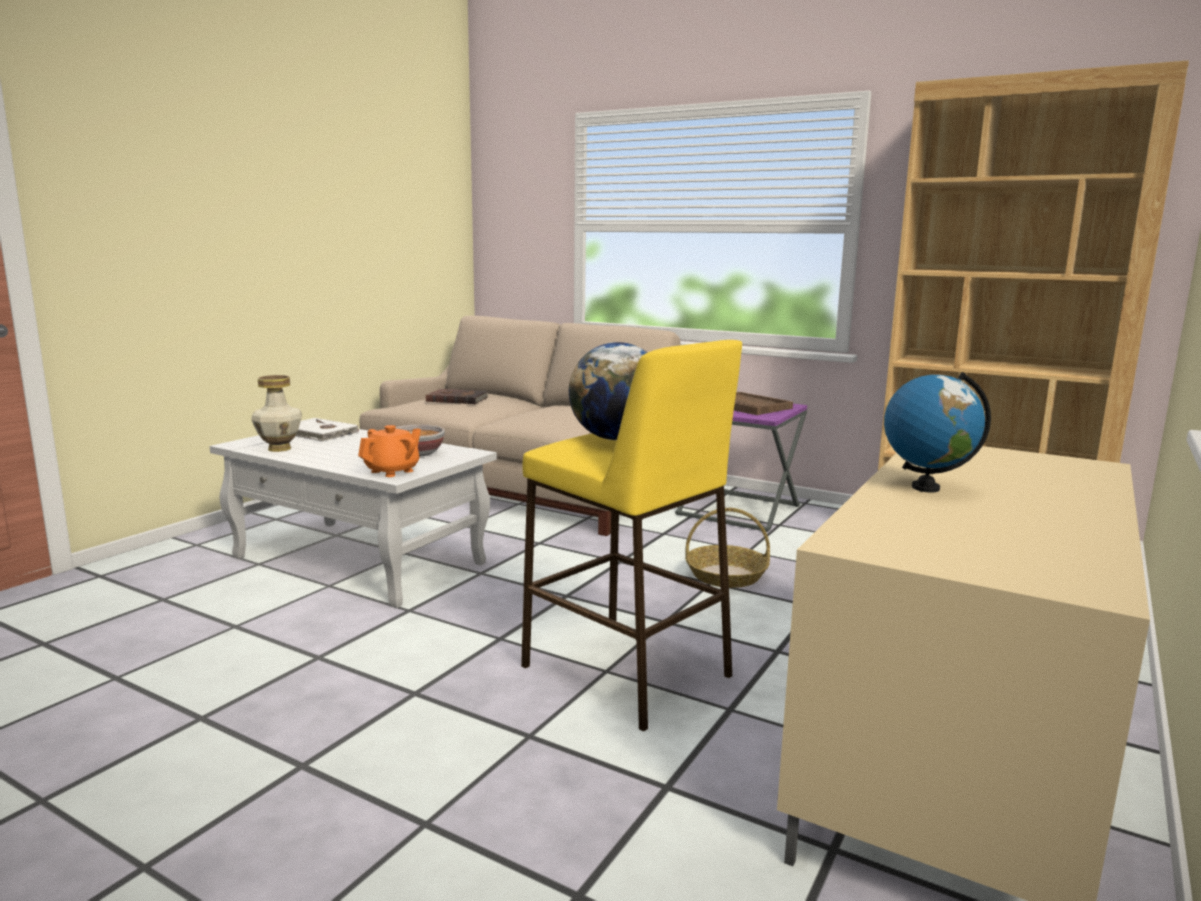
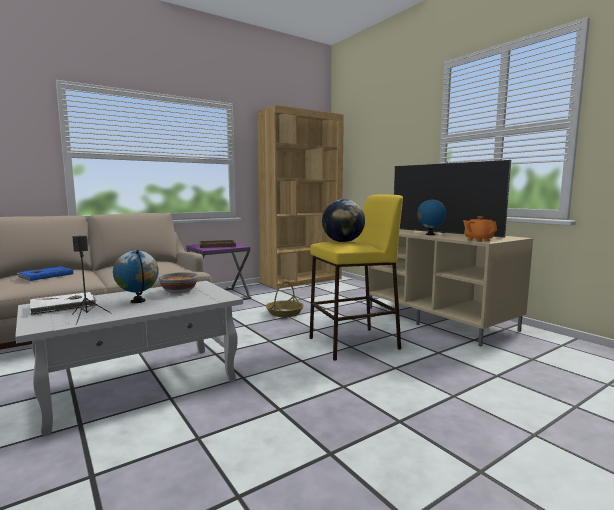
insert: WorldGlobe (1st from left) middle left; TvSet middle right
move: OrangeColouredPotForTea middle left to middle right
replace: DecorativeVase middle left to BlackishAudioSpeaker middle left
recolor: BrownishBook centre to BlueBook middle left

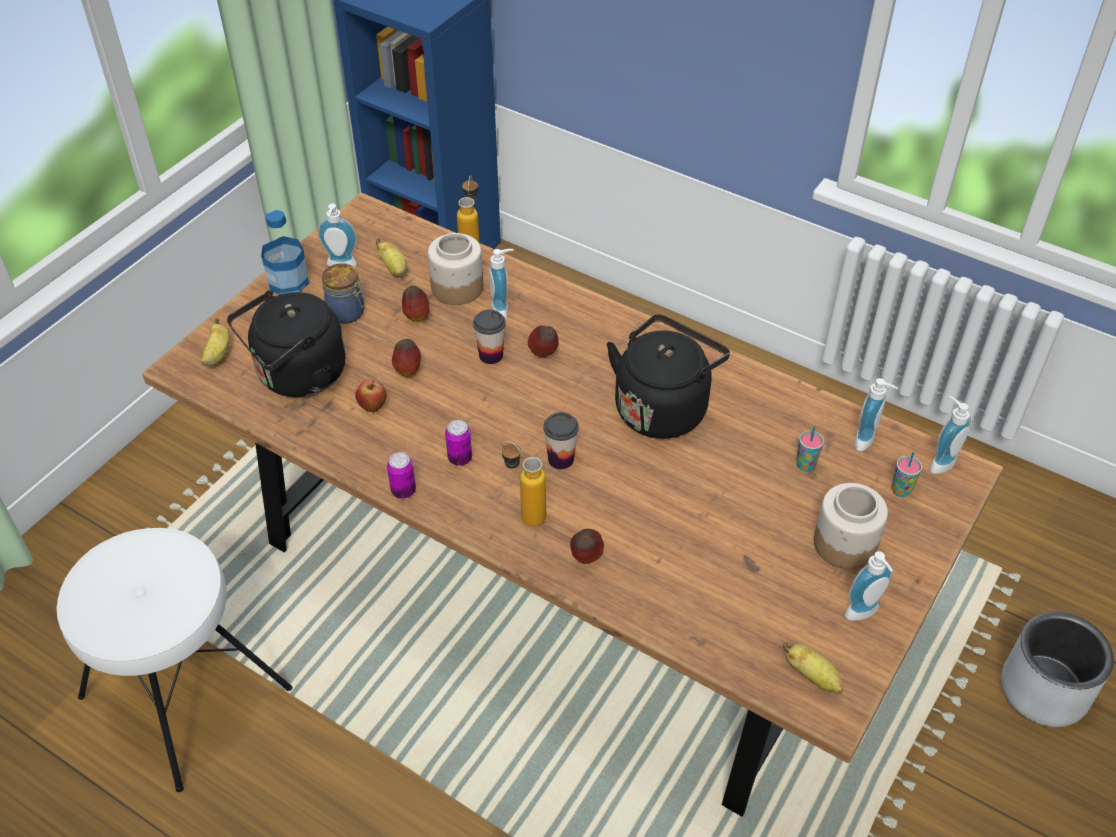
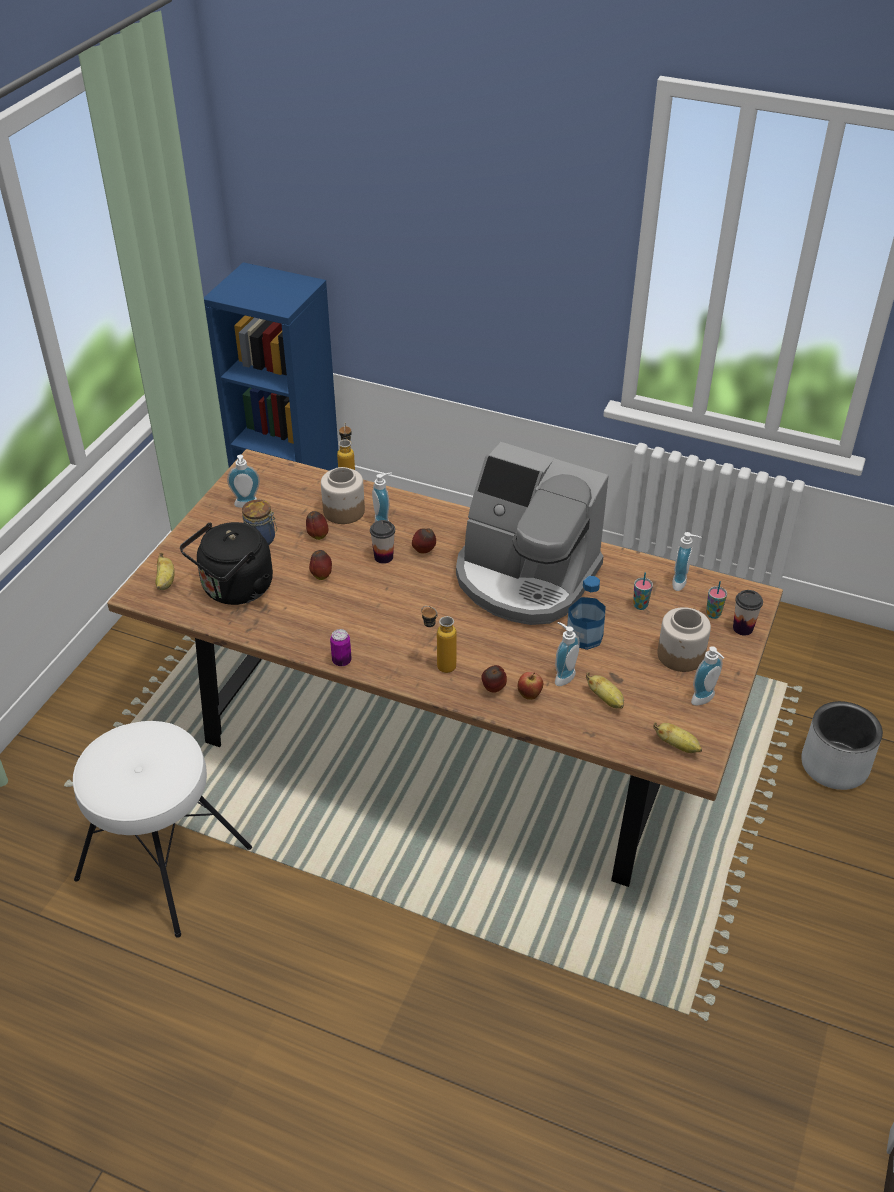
delete: MetalCan (2nd from left) centre
move: DrinkBottle (1st from left in the first image) top left to DrinkBottle (3rd from left) centre; Apple (1st from left in the first image) middle left to Apple (5th from left) centre; Banana (2nd from left) top centre to middle right; Cup (2nd from left in the first image) centre to Cup (4th from left) middle right; SoapDispenser (5th from left in the first image) middle right to SoapDispenser (3rd from left) centre
replace: BlackishWaterKettle (2nd from left) centre to CoffeeBrewer centre

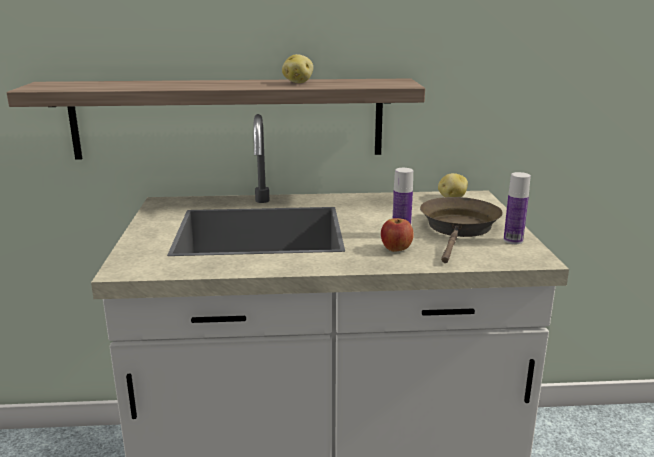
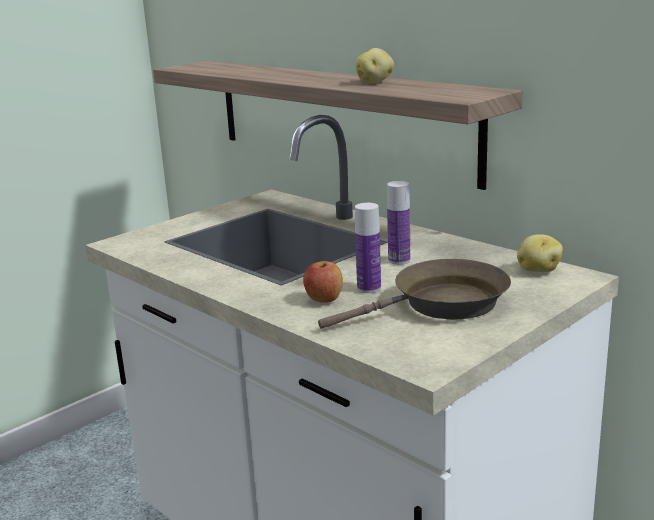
move: DrinkBottle (2nd from left) middle right to centre

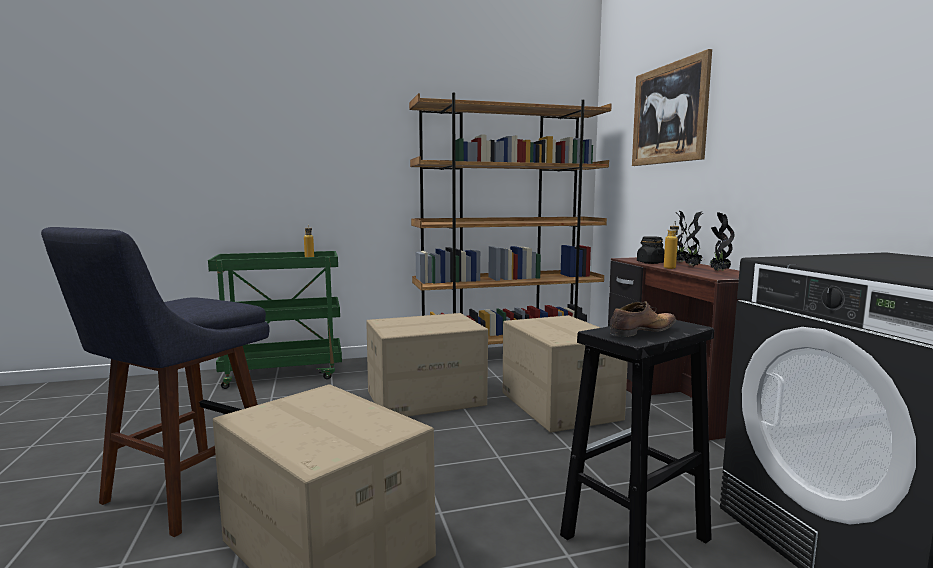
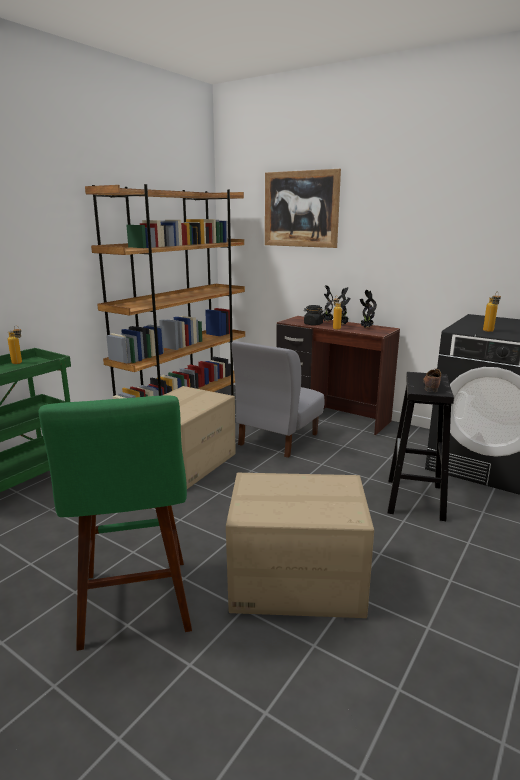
insert: DrinkBottle (3rd from left) middle right
replace: CardboardBox (3rd from left) centre to GreyishUprightChair centre
recolor: BlueStoolSeat bottom left to GreenColouredStoolSeat bottom left

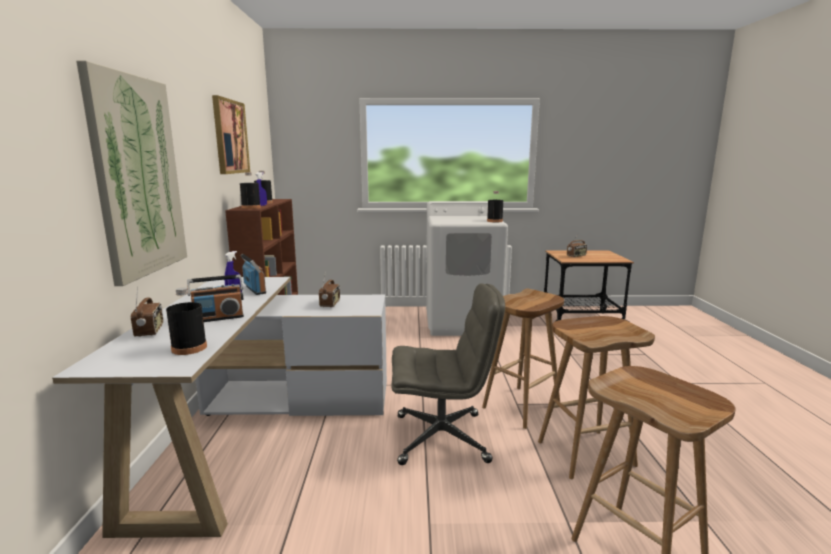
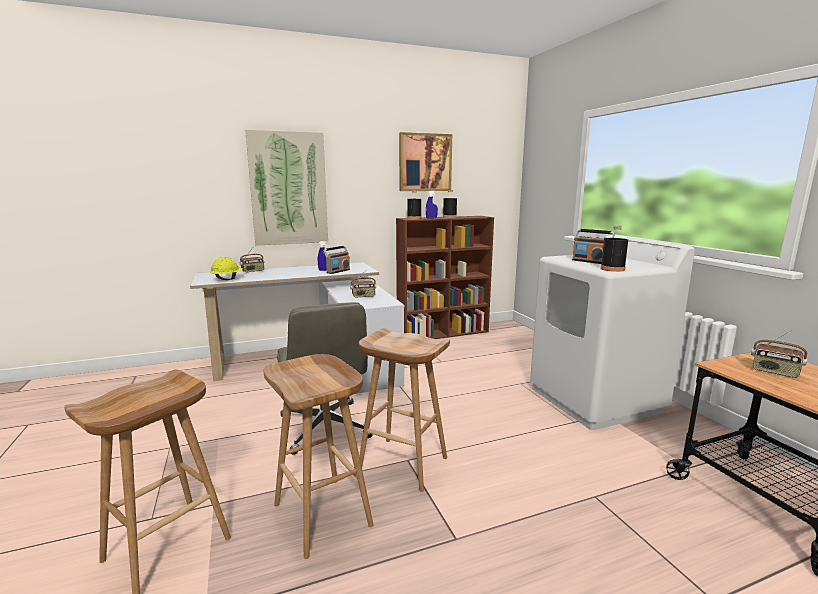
move: RadioReceiver (2nd from left in the first image) middle left to RadioReceiver (4th from left) middle right
replace: BlackishDrinkBottle (1st from left) middle left to YellowWorkHelmet middle left

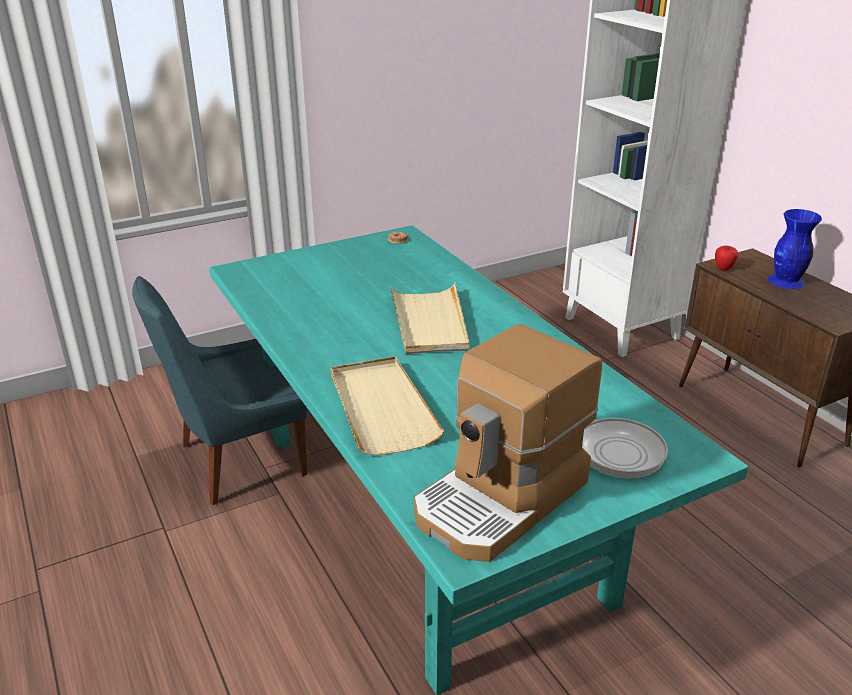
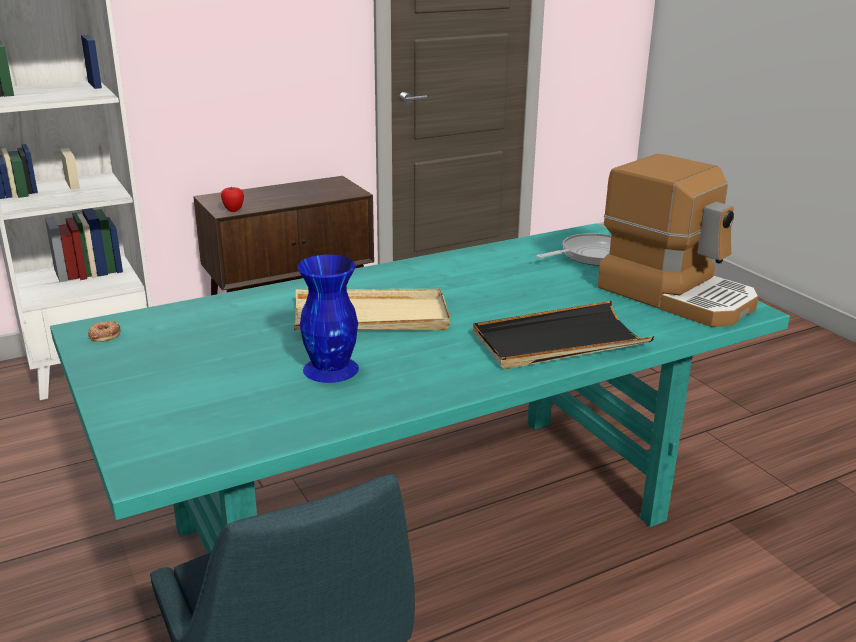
move: BlueDecorativeVase middle right to centre
recolor: BeigeColouredTray (1st from left) centre to BlackishTray centre

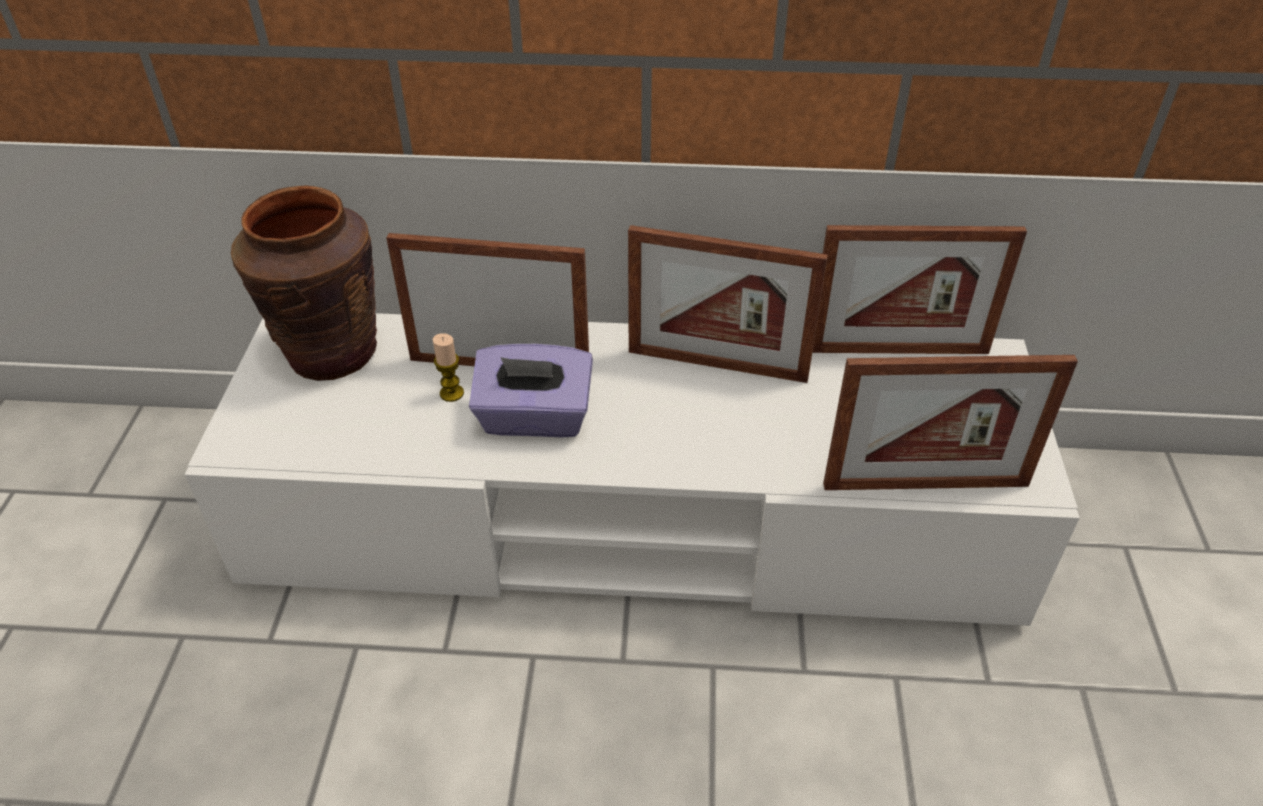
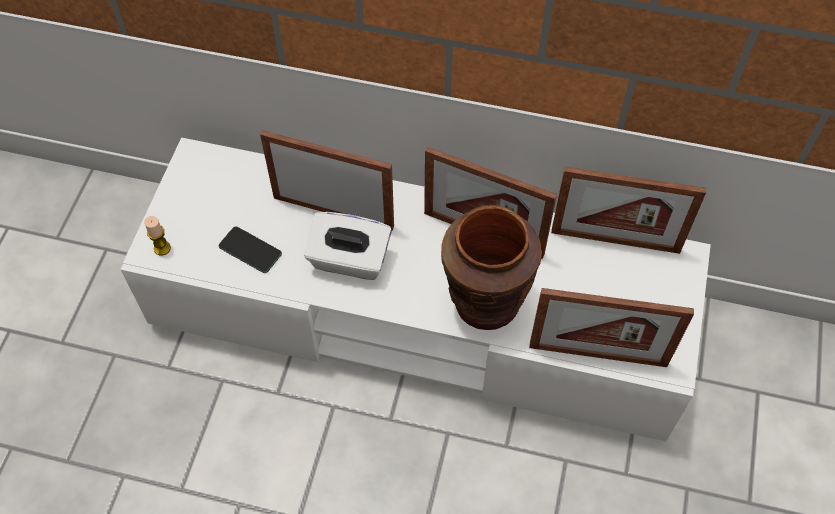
insert: Phone middle left
move: BrownishDecorativeVase middle left to centre; WaxLight centre to middle left
recolor: PurpleTissueHolder centre to WhitishTissueHolder centre

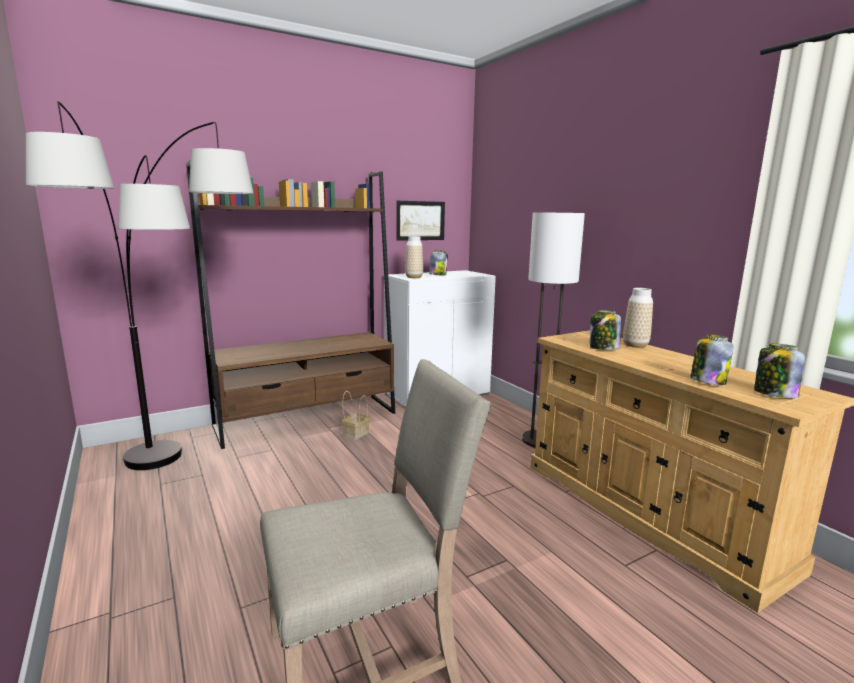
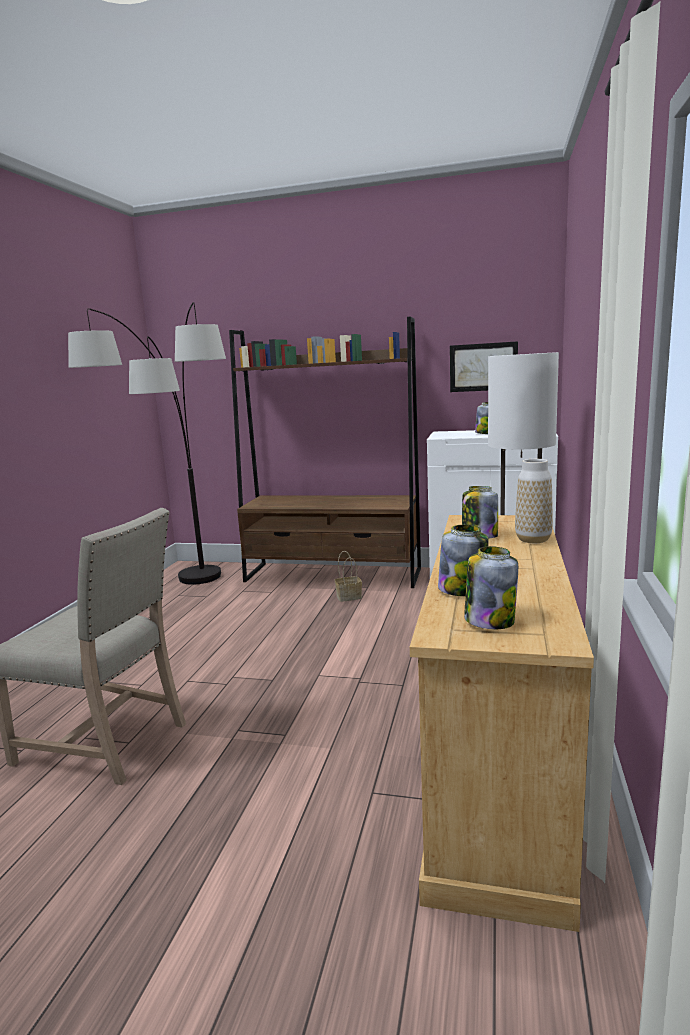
delete: DecorativeVase (1st from left) centre

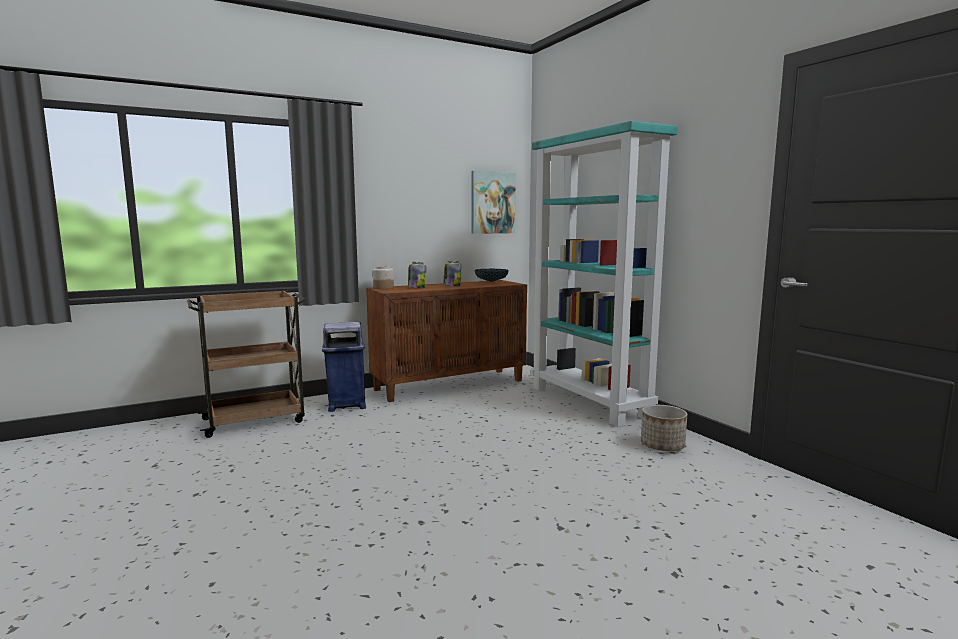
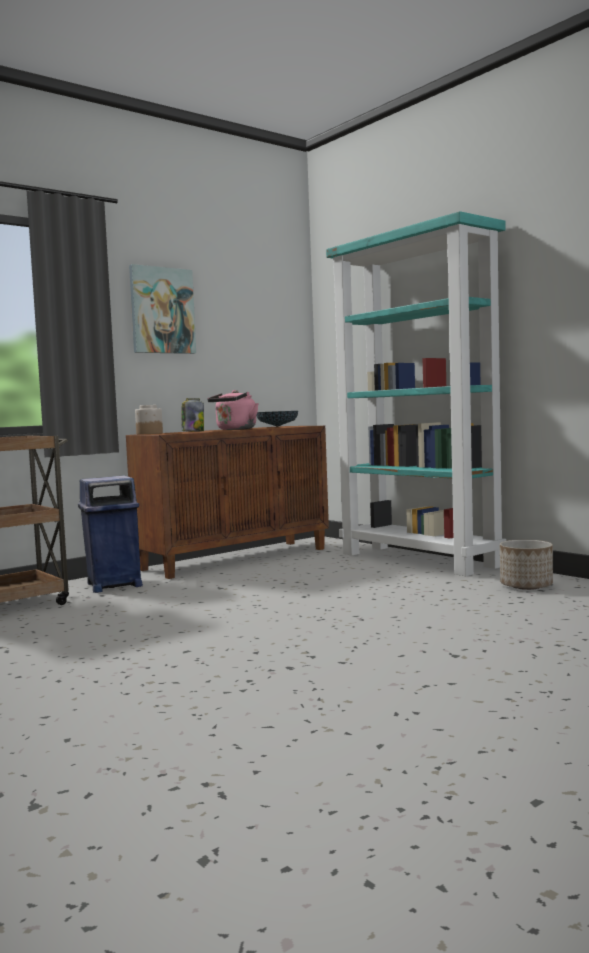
move: Picture top centre to top left
replace: PreserveJar (3rd from left) centre to PinkishWaterKettle centre

